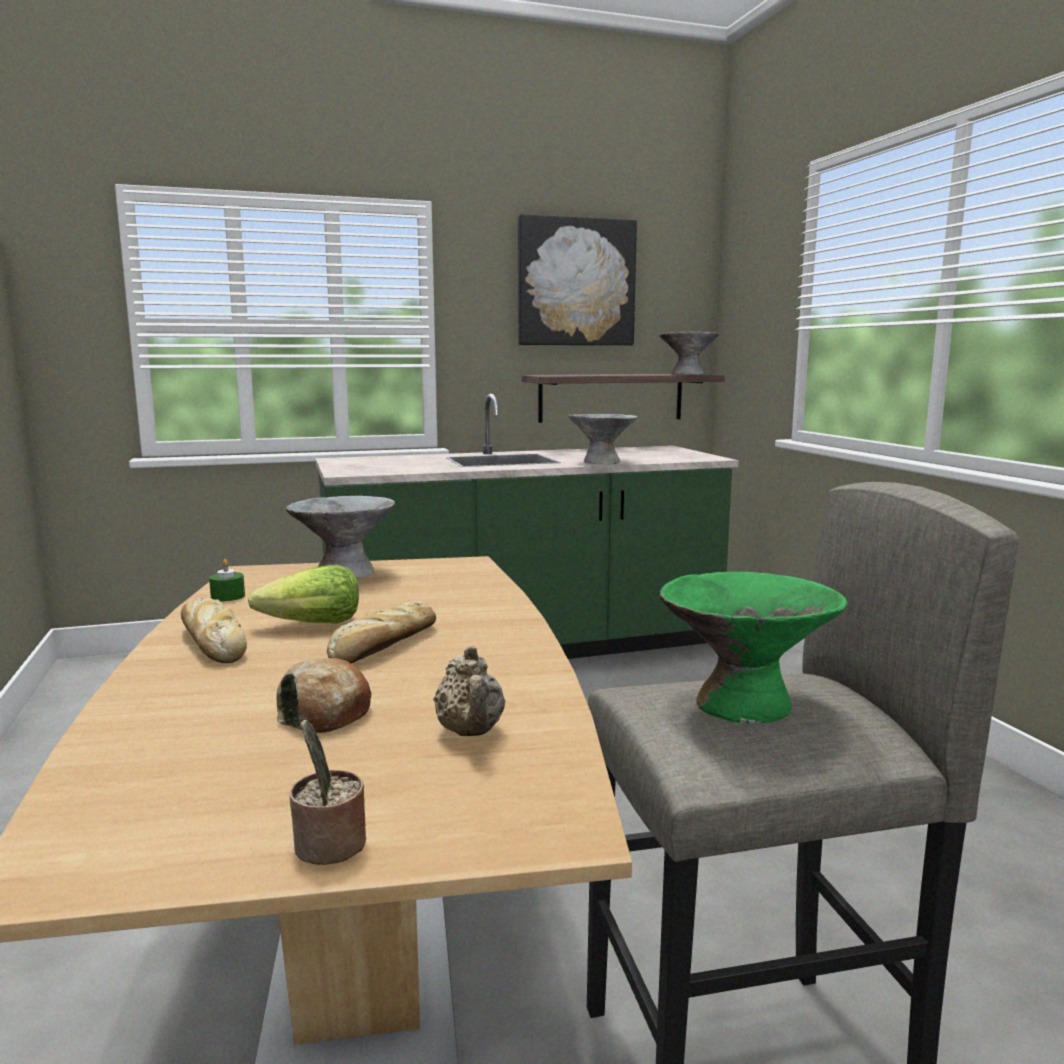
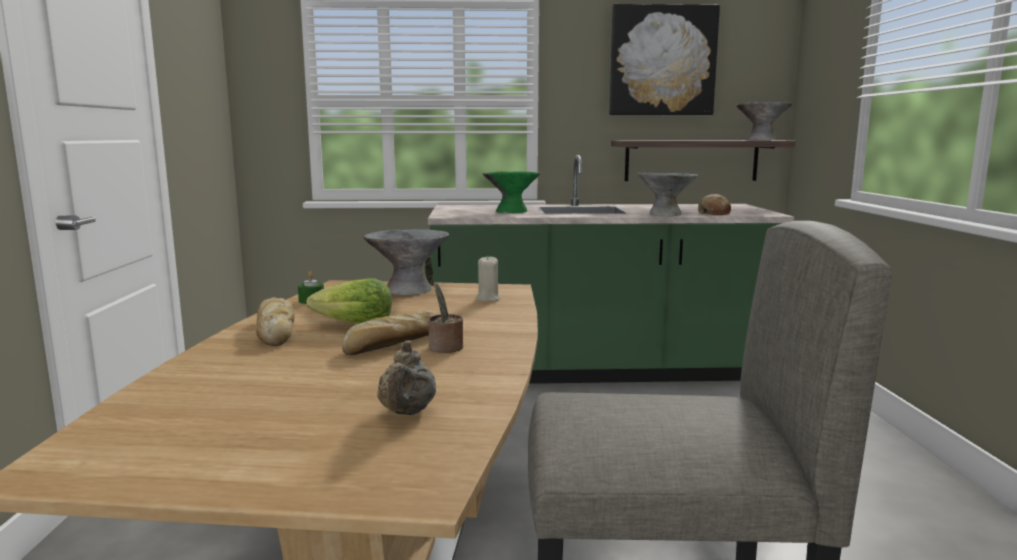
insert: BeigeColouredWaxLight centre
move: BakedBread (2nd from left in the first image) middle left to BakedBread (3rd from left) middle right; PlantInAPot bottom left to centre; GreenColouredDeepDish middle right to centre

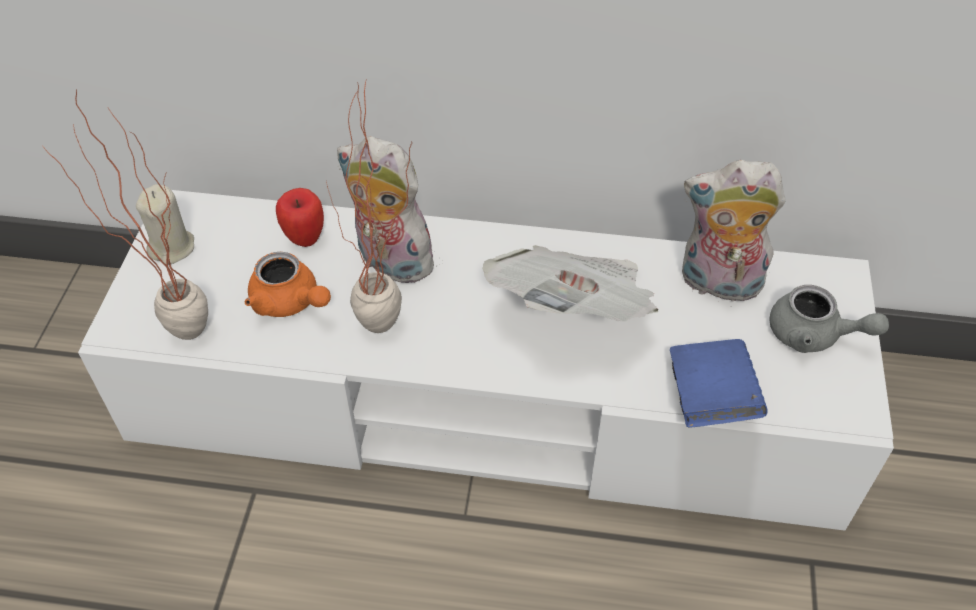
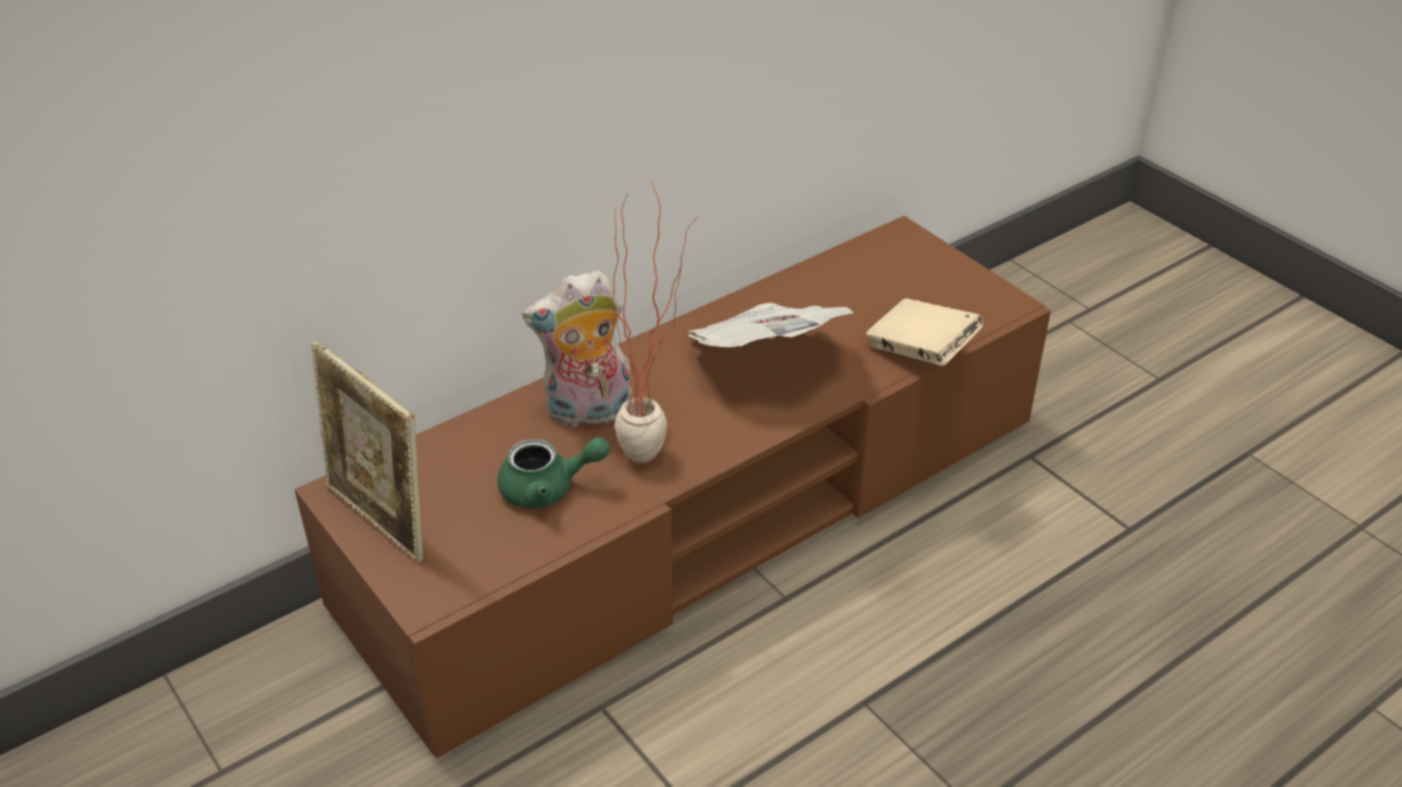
delete: PlantInAPot (1st from left) middle left; Apple middle left; SoftToy (2nd from left) middle right; GreyishPotForTea middle right
replace: BeigeColouredWaxLight middle left to StandingFrame middle left
recolor: WhitishTvUnit centre to BrownishTvUnit centre; OrangeColouredPotForTea middle left to GreenColouredPotForTea centre; BlueBook middle right to BeigeColouredBook centre

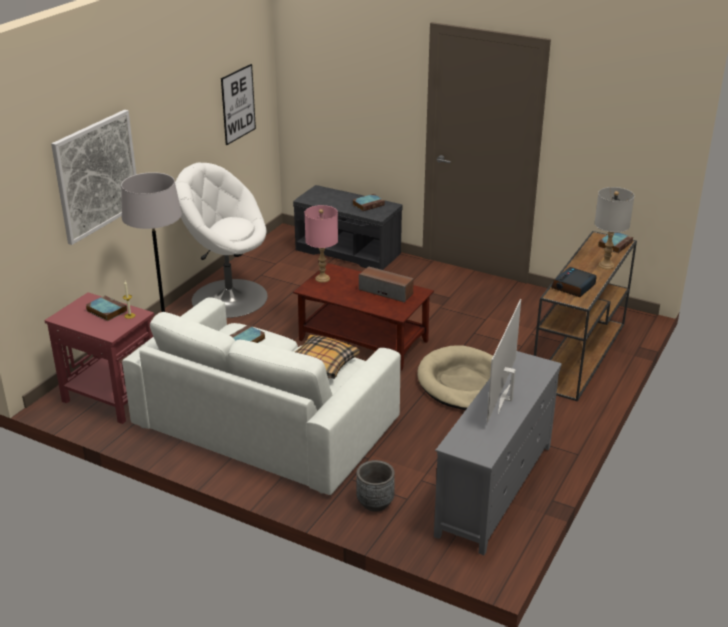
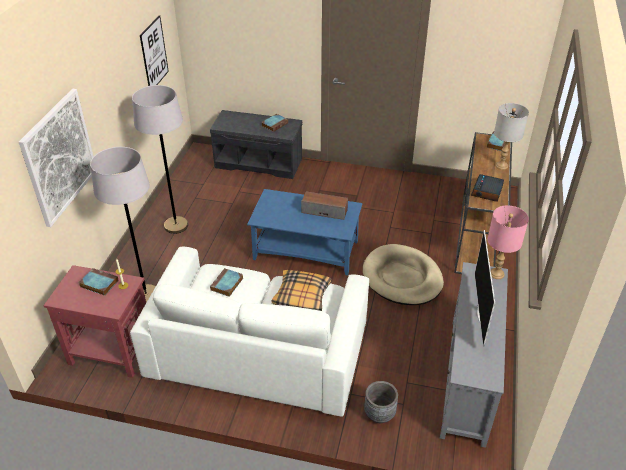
move: PinkishTabletopLamp centre to middle right
replace: WhitishArmchair middle left to GreyishFloorLamp (2nd from left) middle left
recolor: BrownishLoungeTable centre to BlueLoungeTable centre

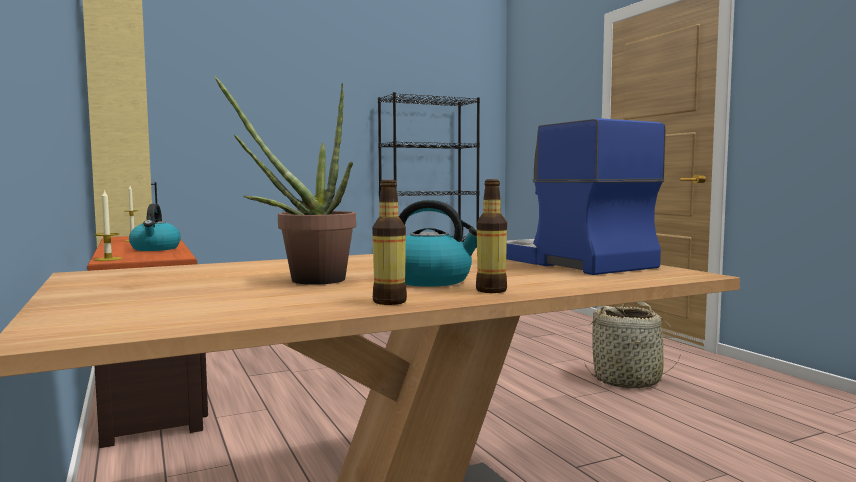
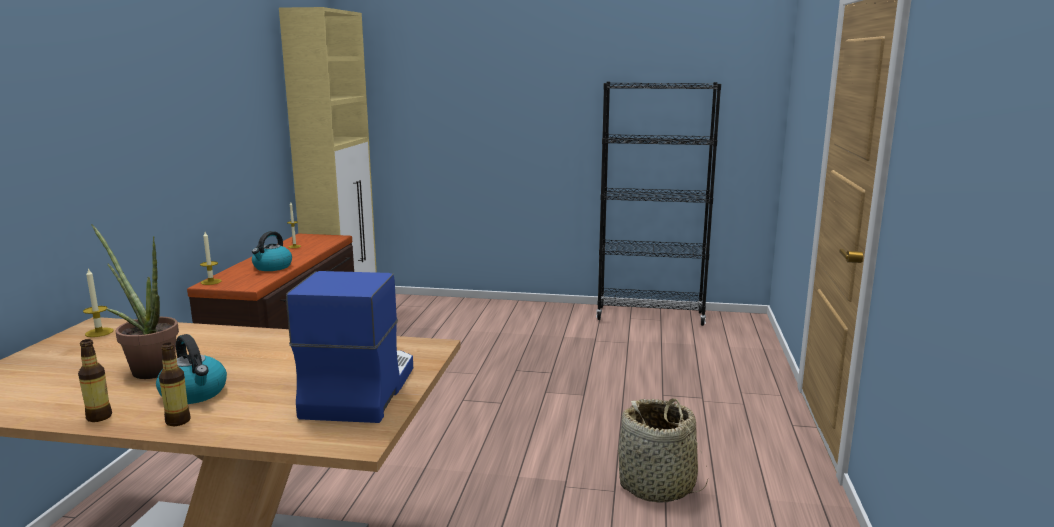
insert: WaxLight (1st from left) middle left

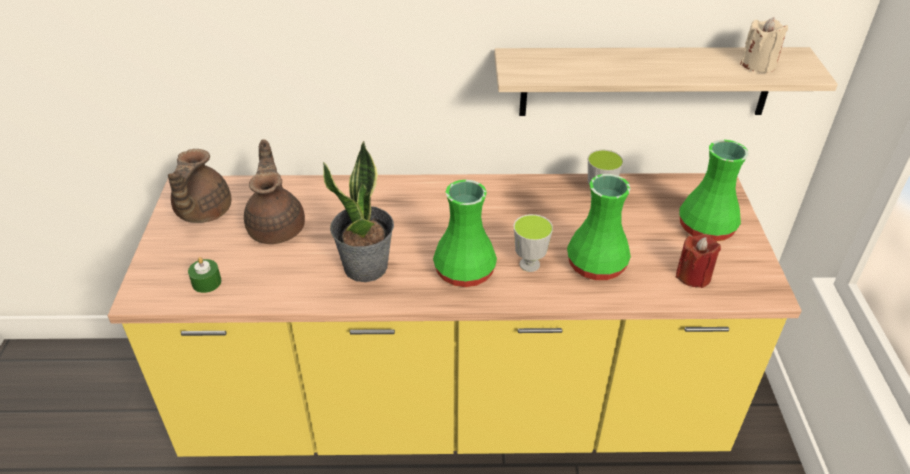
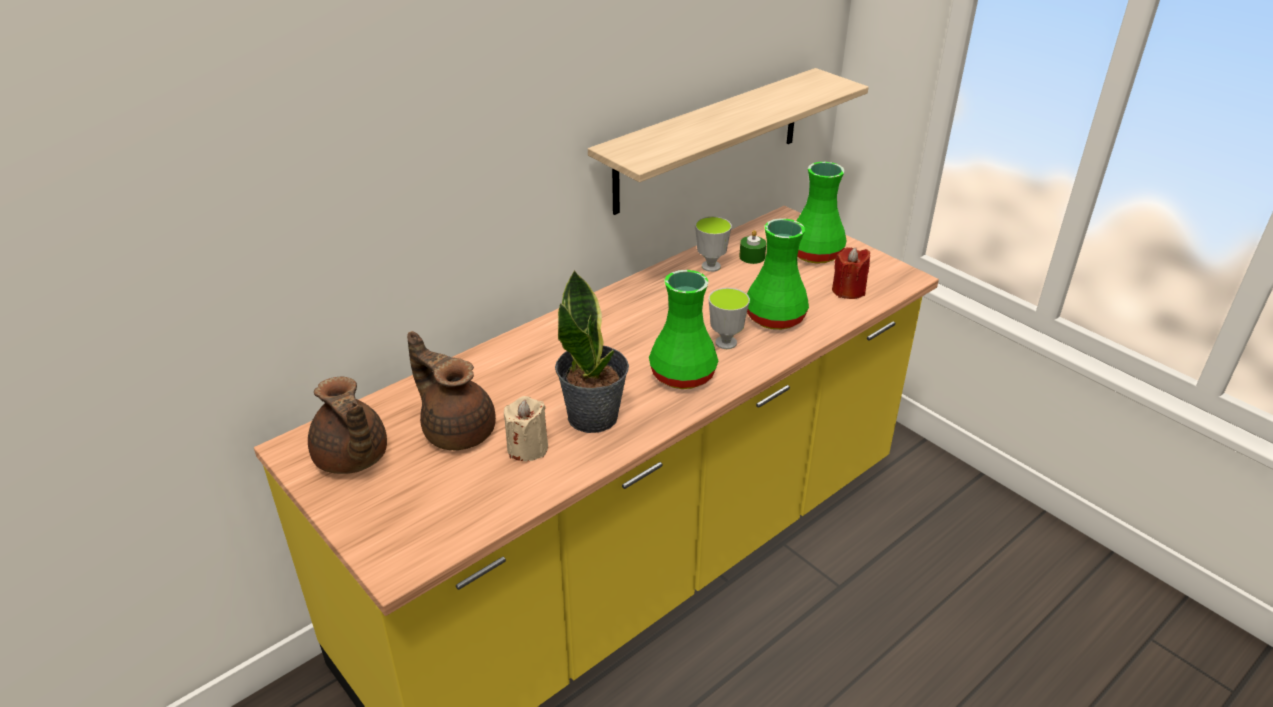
move: GreenColouredWaxLight middle left to centre; BeigeColouredWaxLight top right to centre

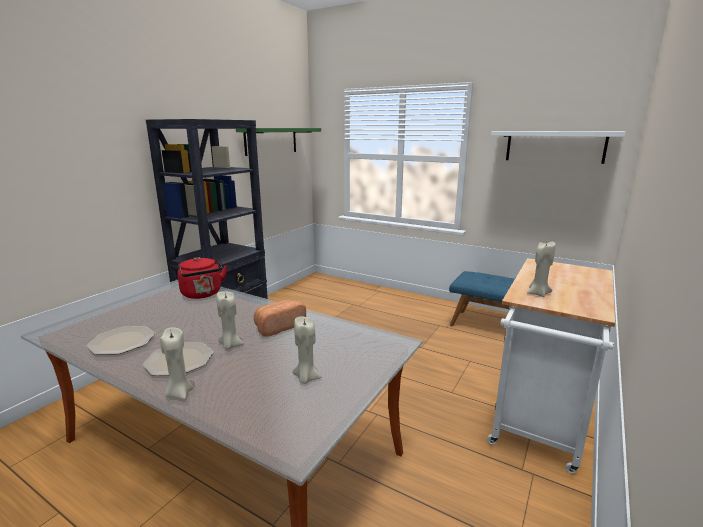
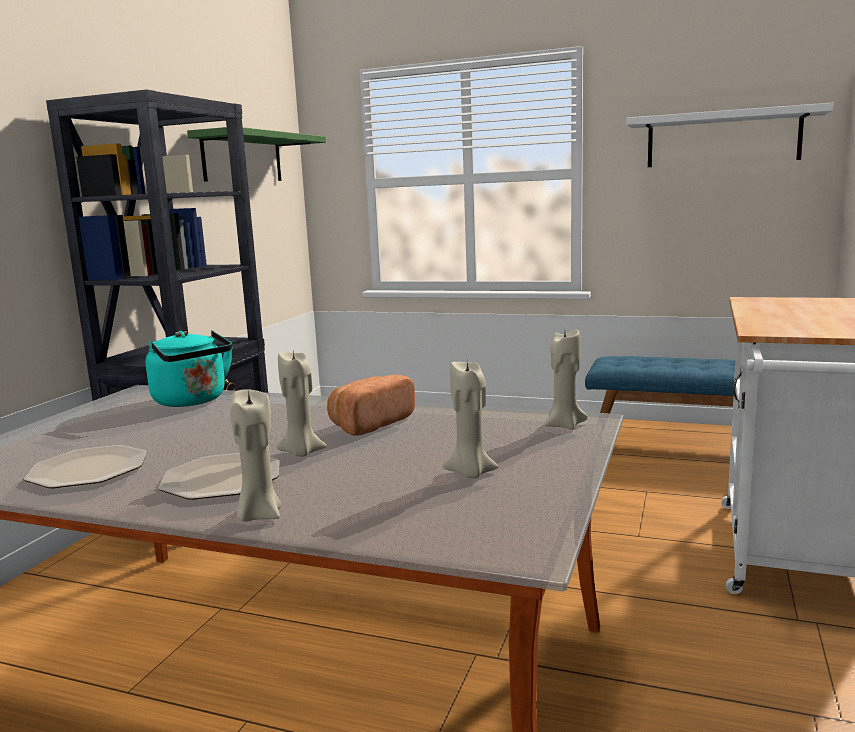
move: BeigeColouredWaxLight (4th from left) middle right to centre
recolor: RedColouredWaterKettle middle left to TurquoiseColouredWaterKettle middle left

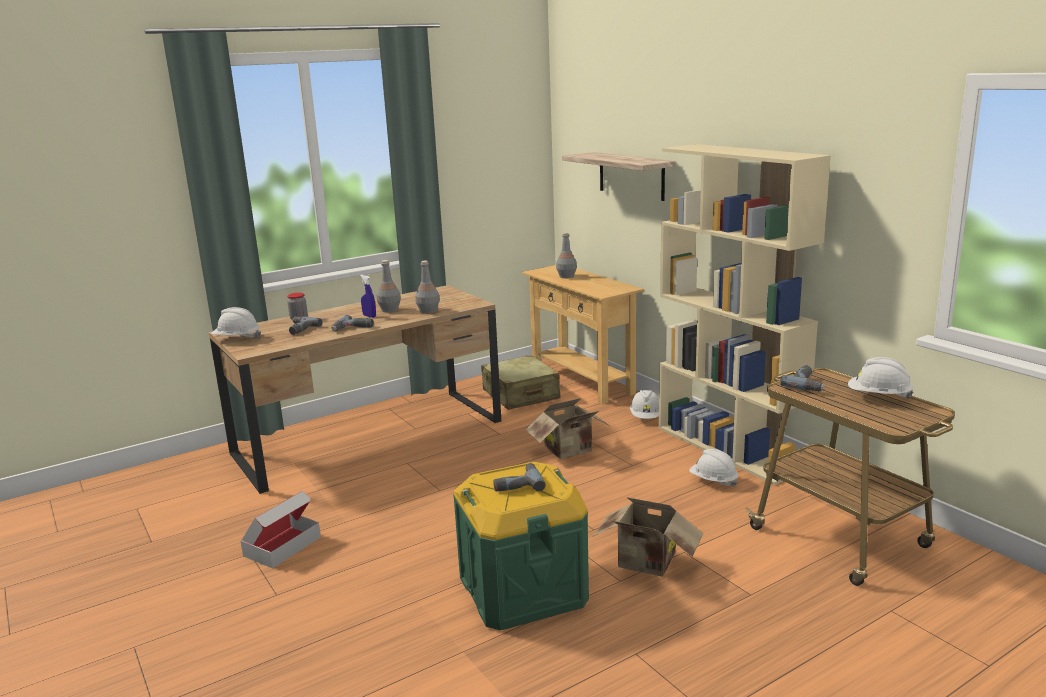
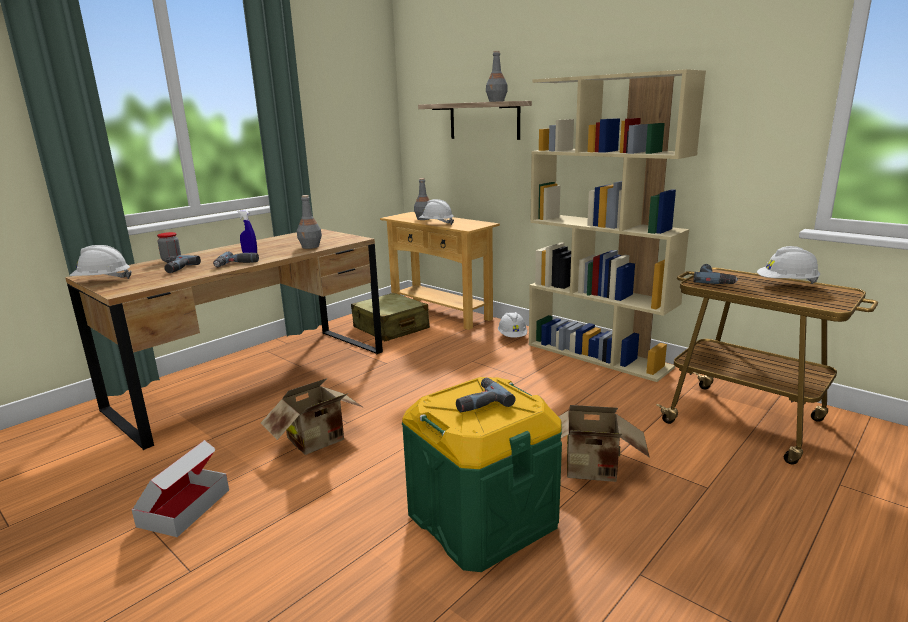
move: GreyishDrinkBottle (1st from left in the first image) centre to GreyishDrinkBottle (3rd from left) top centre; CardboardBox (2nd from left) centre to bottom centre; WhitishWorkHelmet (3rd from left in the first image) bottom right to WhitishWorkHelmet (2nd from left) centre

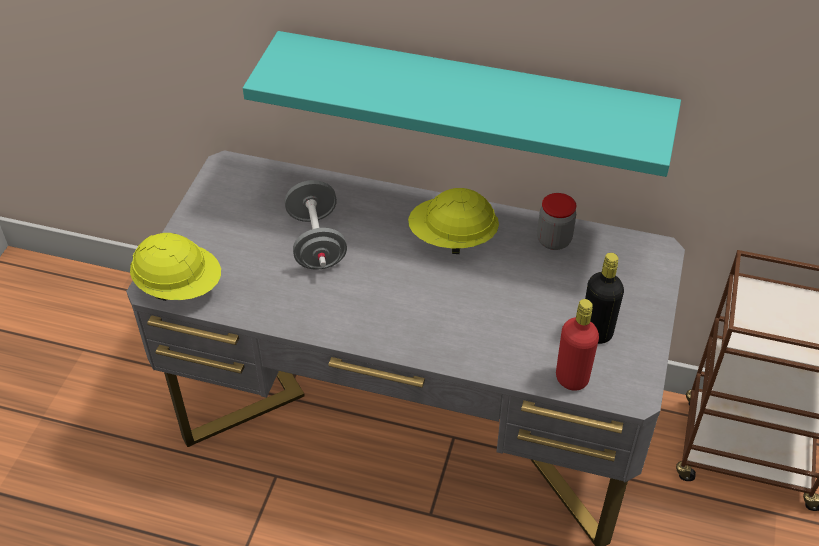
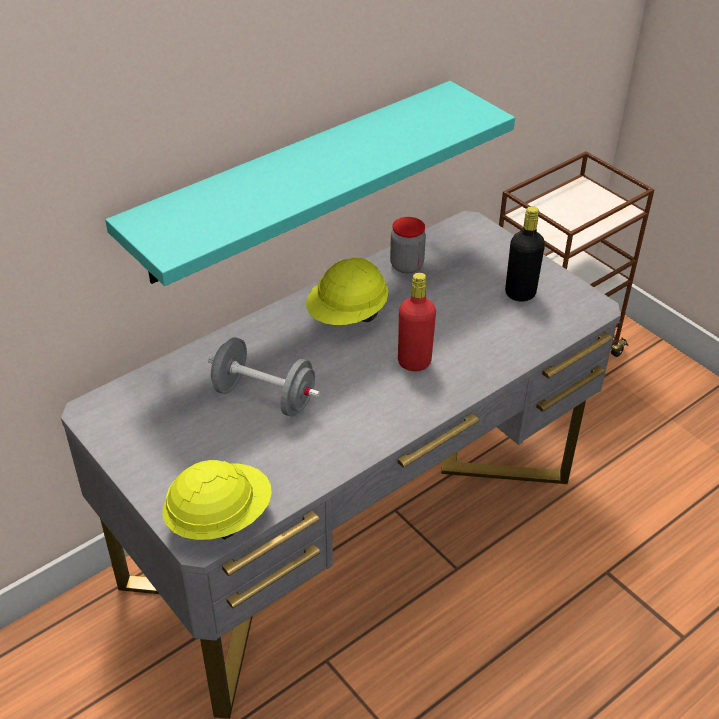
move: RedColouredDrinkBottle middle right to centre

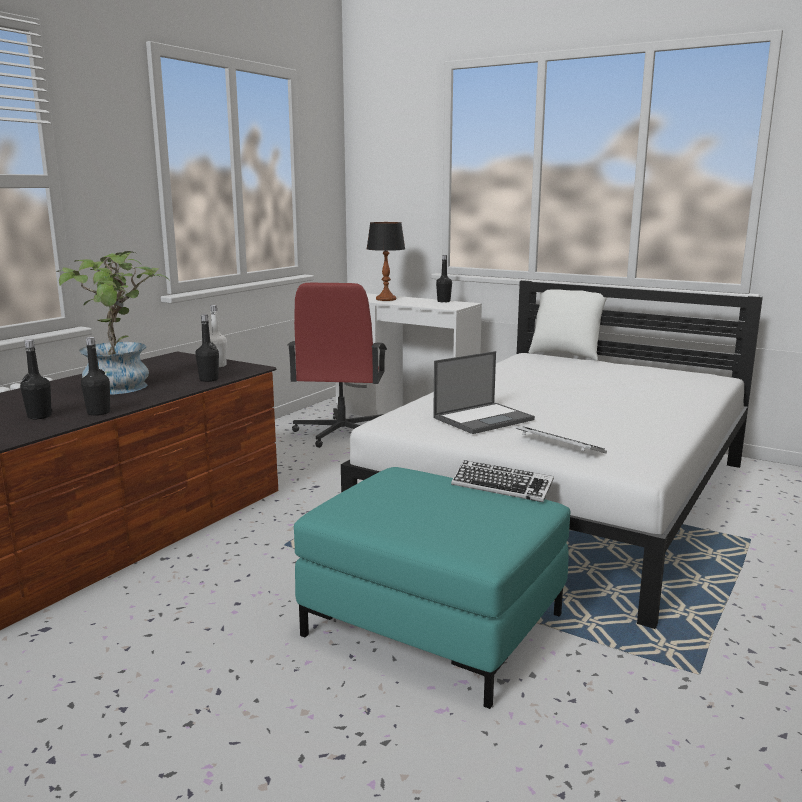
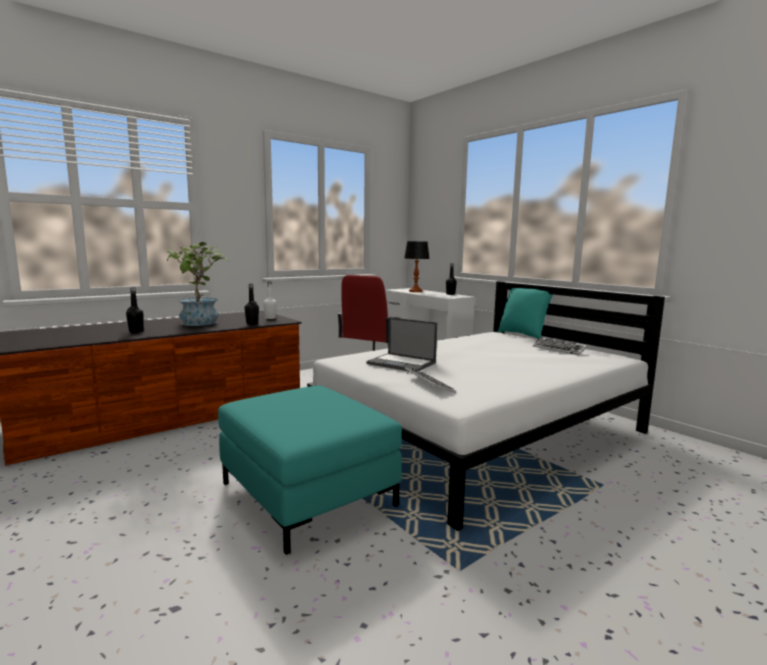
delete: BlackishDrinkBottle (2nd from left) middle left
move: ComputerKeyboard (1st from left in the first image) centre to ComputerKeyboard (2nd from left) middle right
recolor: WhitishCushion middle right to TurquoiseColouredCushion middle right
rotate: PortableComputer centre = centre 45 degrees clockwise

